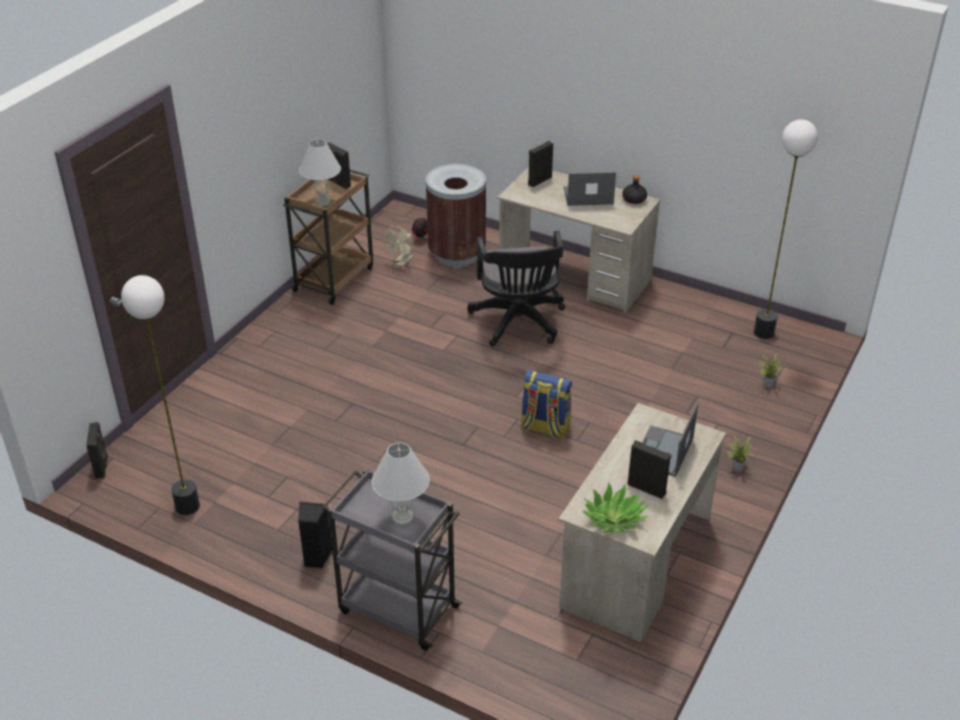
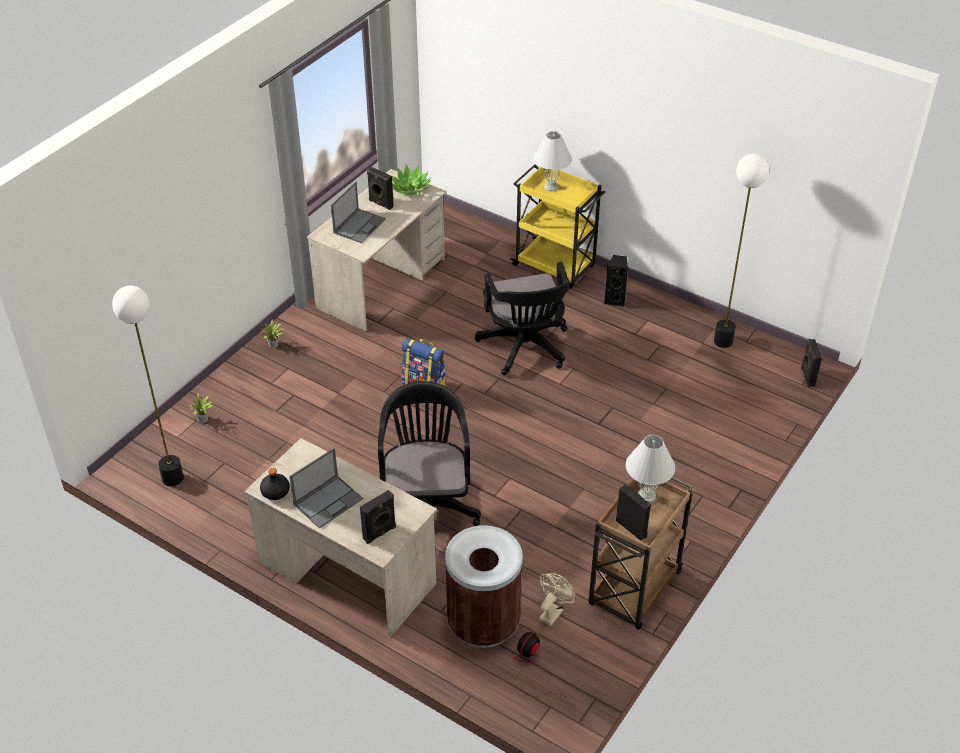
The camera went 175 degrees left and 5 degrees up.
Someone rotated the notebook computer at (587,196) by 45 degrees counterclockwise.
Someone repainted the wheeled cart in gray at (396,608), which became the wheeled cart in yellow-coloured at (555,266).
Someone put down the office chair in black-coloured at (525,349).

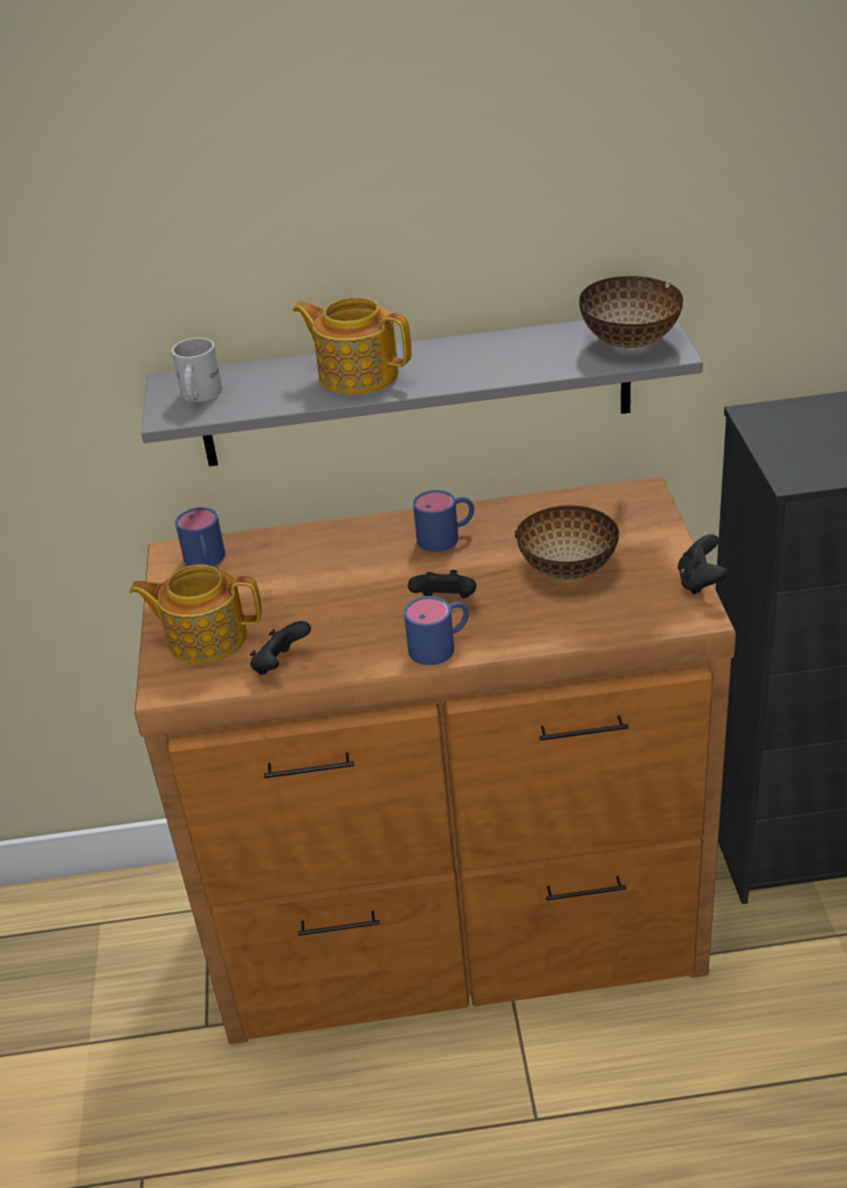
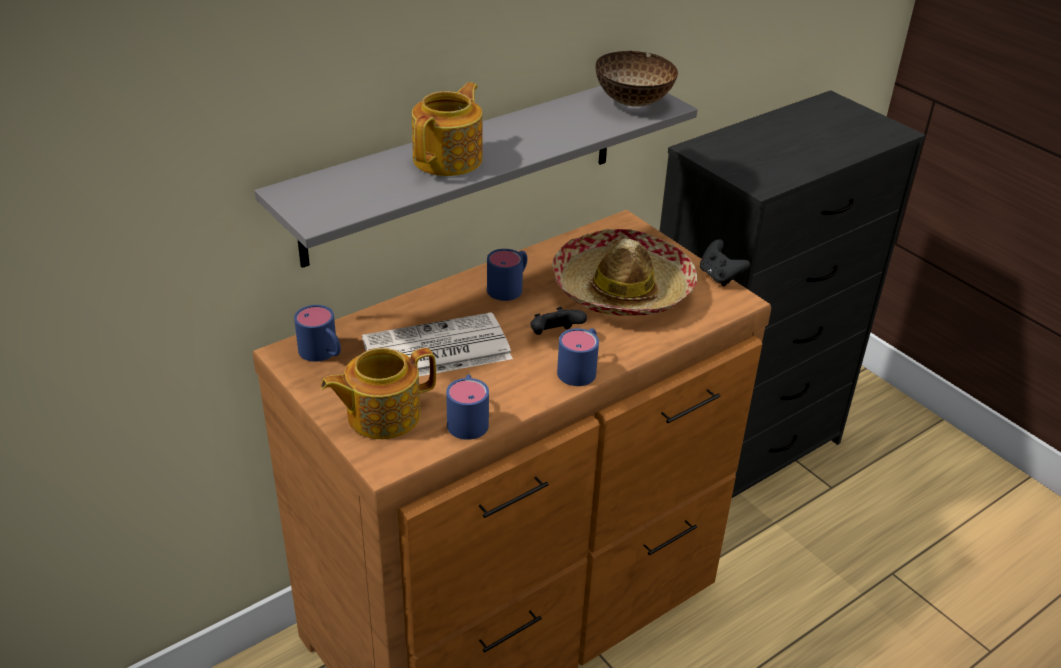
The camera went 35 degrees left and 0 degrees up.
Someone rotated the teapot at (357,374) by 120 degrees clockwise.
Someone took away the tea mug in whitish at (198,395).
Someone swapped the serving bowl at (569,569) for the hat at (622,289).
Someone swapped the joypad in black-coloured at (280,665) for the tea mug in bluish at (468,418).
Someone put down the daily paper at (435,350).

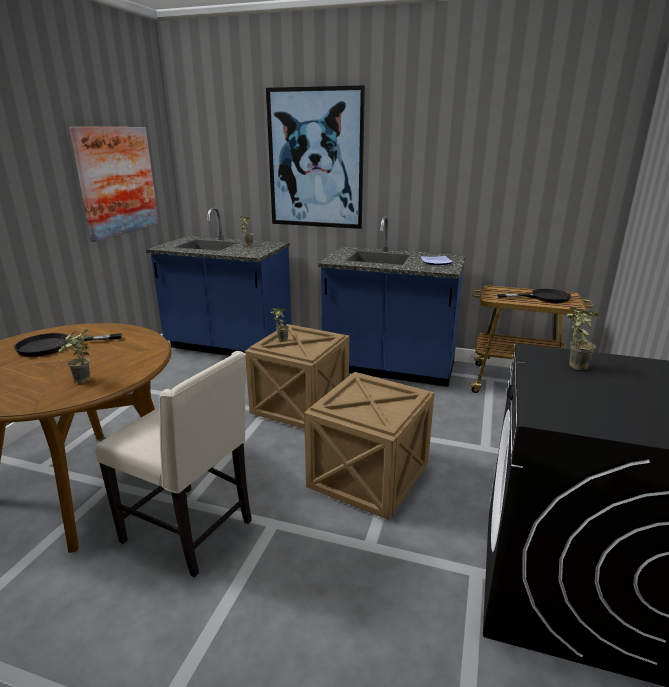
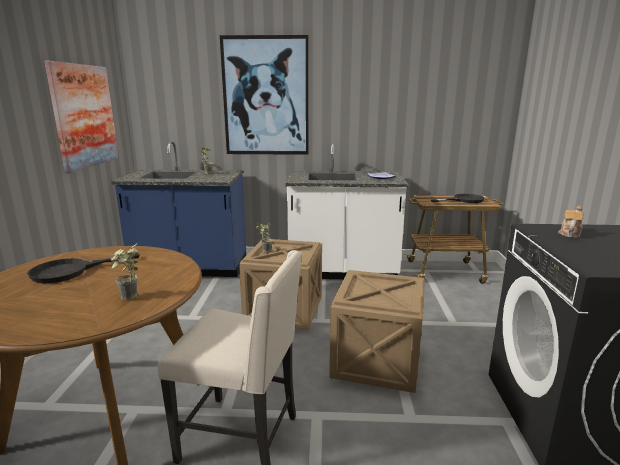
The camera went 15 degrees left and 5 degrees down.
Someone repainted the kitchen counter in bluish at (389,369), which became the kitchen counter in whitish at (342,272).
Someone swapped the houseplant at (572,365) for the teapot at (569,233).

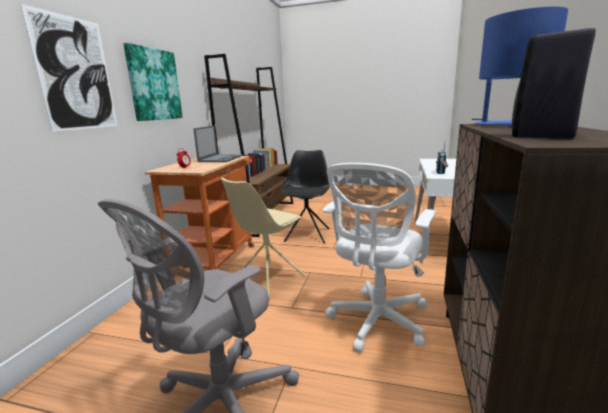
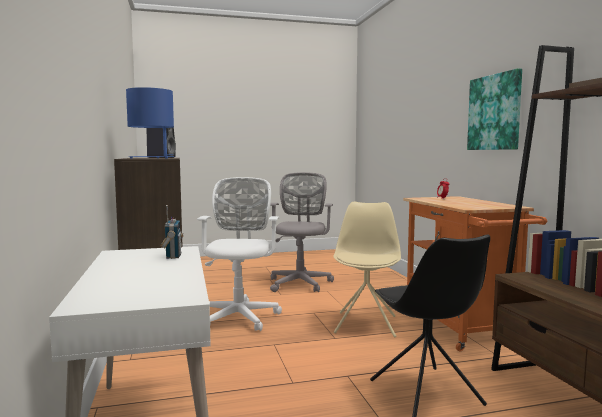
The camera went 150 degrees right and 10 degrees down.
Someone took away the picture at (76,74).
Someone took away the notebook computer at (221,158).

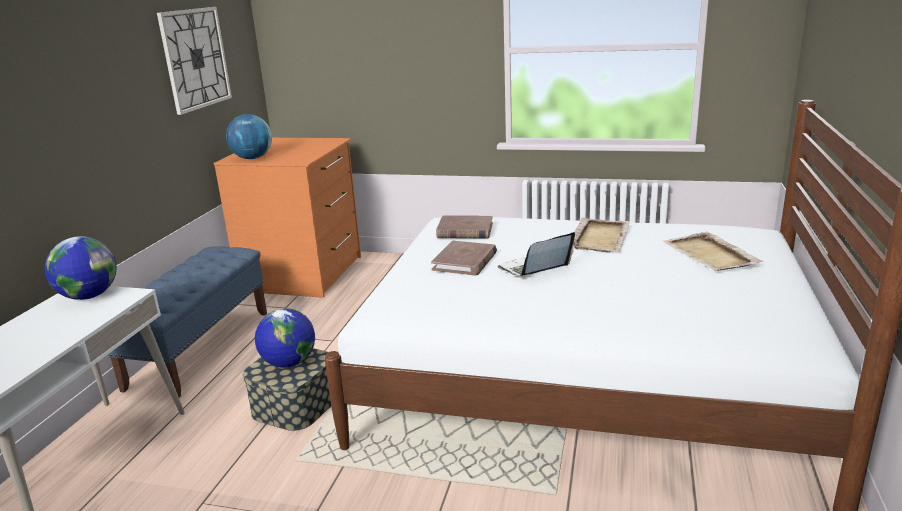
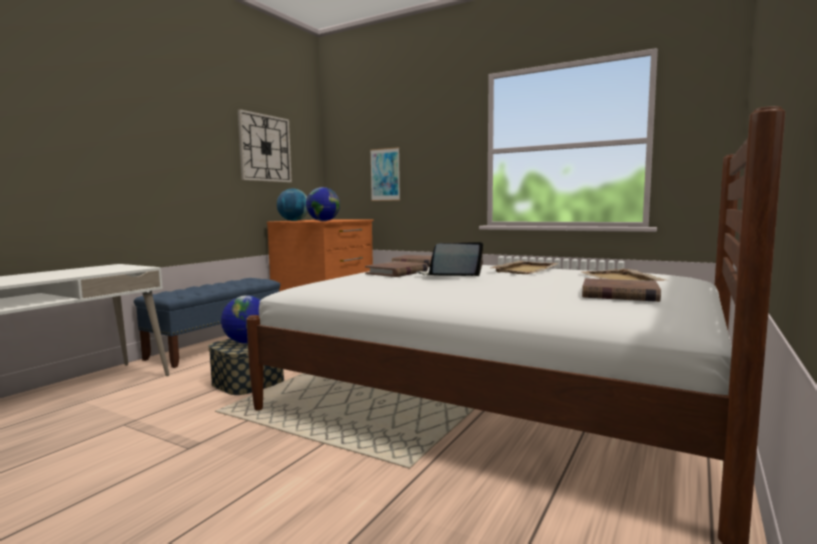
The camera went 15 degrees right and 15 degrees down.
Someone carried the desk globe from (89,296) to (323,221).
Someone put up the picture at (385,174).
Someone put down the volume in brownish at (619,294).

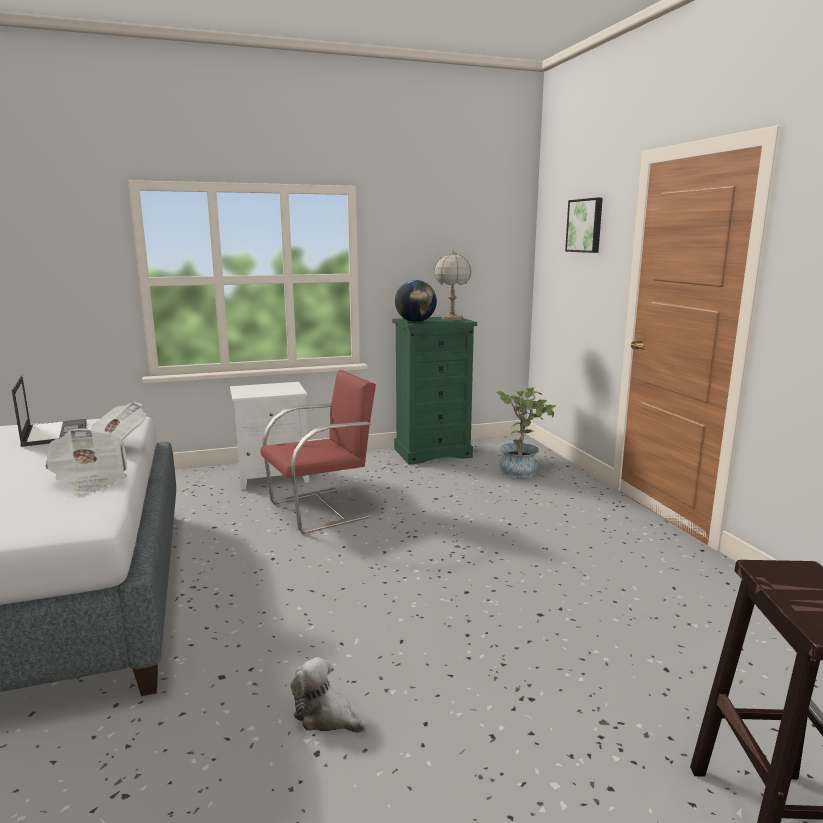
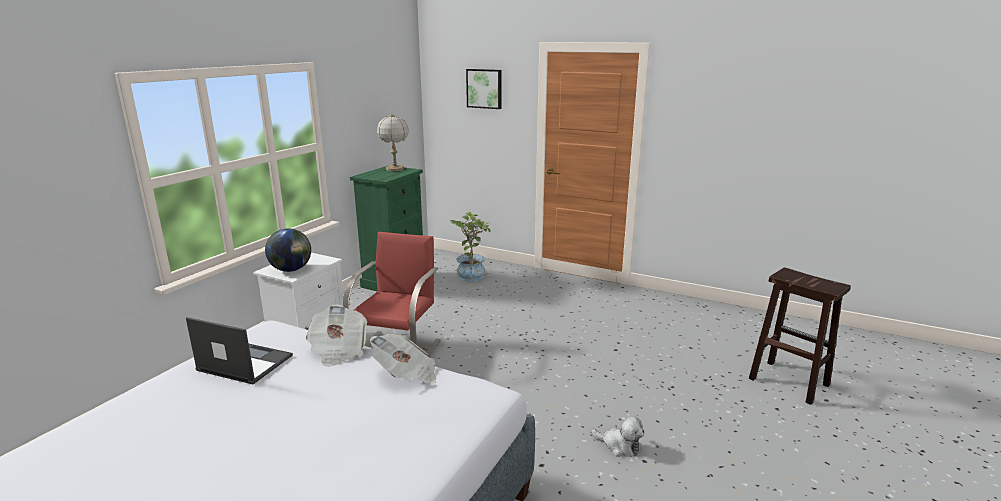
The camera went 45 degrees left and 5 degrees up.
Someone carried the desk globe from (416,322) to (291,270).
Someone rotated the plush toy at (326,716) by 135 degrees counterclockwise.

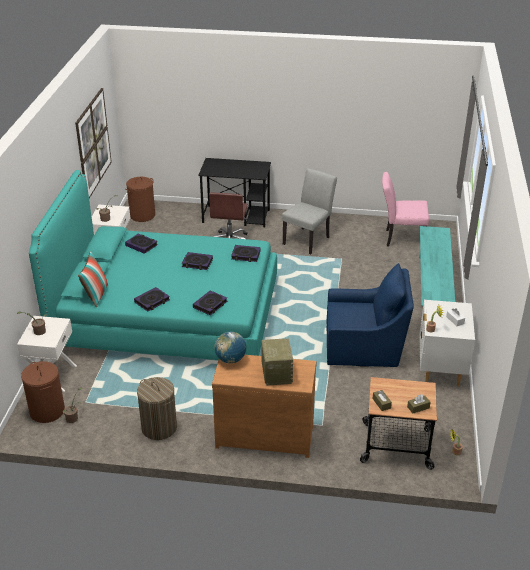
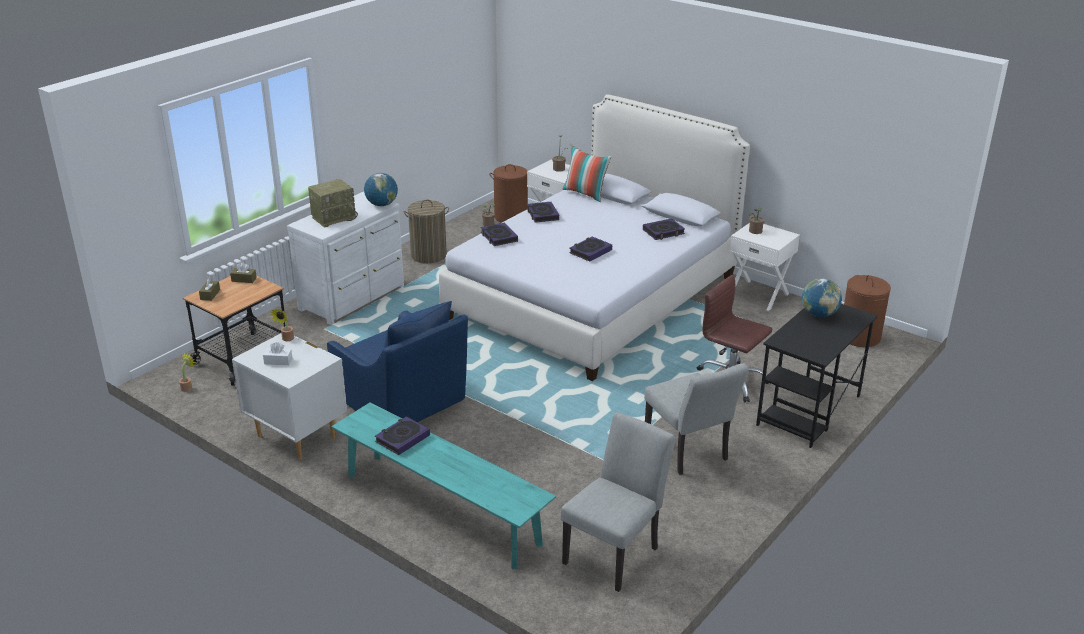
The camera went 120 degrees right and 5 degrees down.
Someone took away the picture at (93,143).
Someone repainted the bedroom bed in blue-green at (167,318), which became the bedroom bed in whitish at (593,297).
Someone repainted the plain chair in pinkish at (401,238), which became the plain chair in gray at (615,552).
Someone carried the volume from (245,255) to (402,438).
Someone rotated the armchair in bluish at (365,346) by 75 degrees counterclockwise.
Someone rotated the radio at (276,373) by 60 degrees counterclockwise.
Someone repainted the chest of drawers in brownish at (264,434), which became the chest of drawers in whitish at (354,298).
Someone put down the desk globe at (819,314).

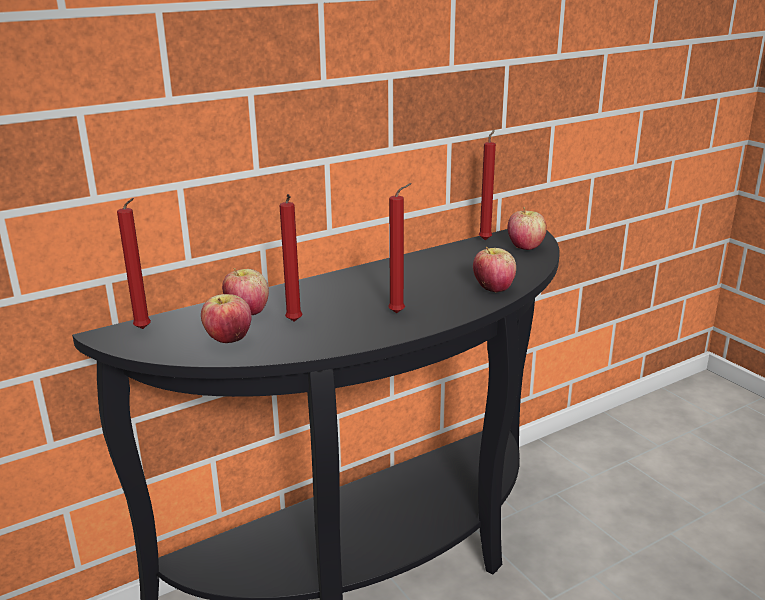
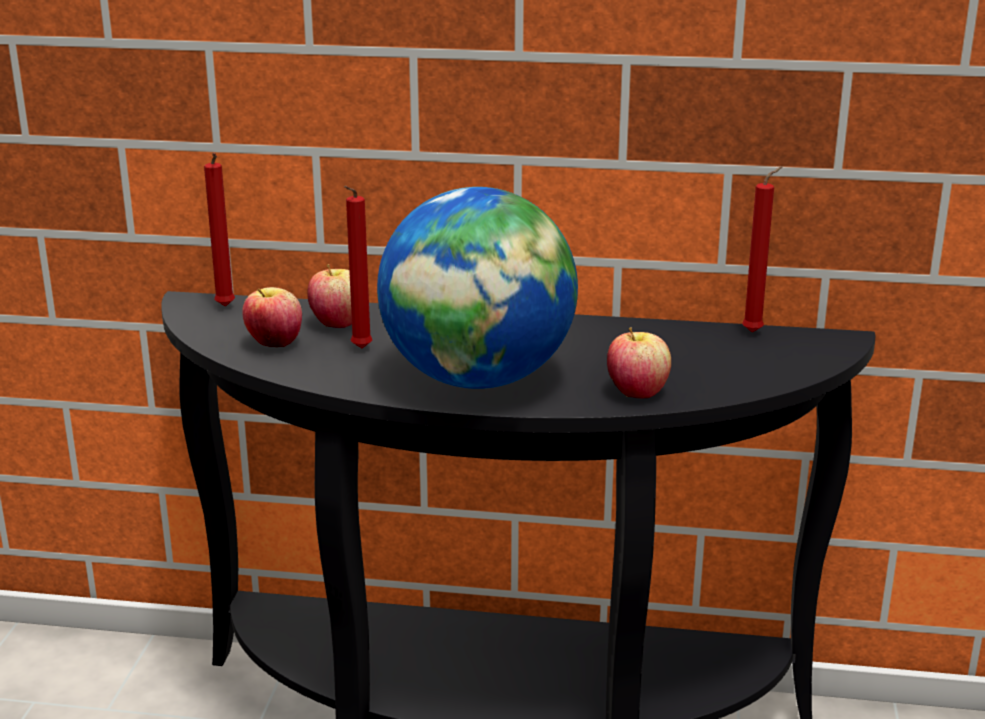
The camera went 40 degrees right and 0 degrees up.
Someone swapped the wax light in red at (399,313) for the desk globe at (478,379).
Someone took away the whole apple at (525,247).

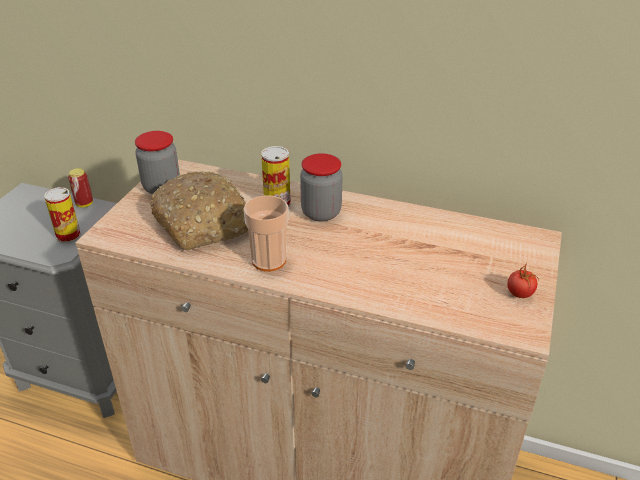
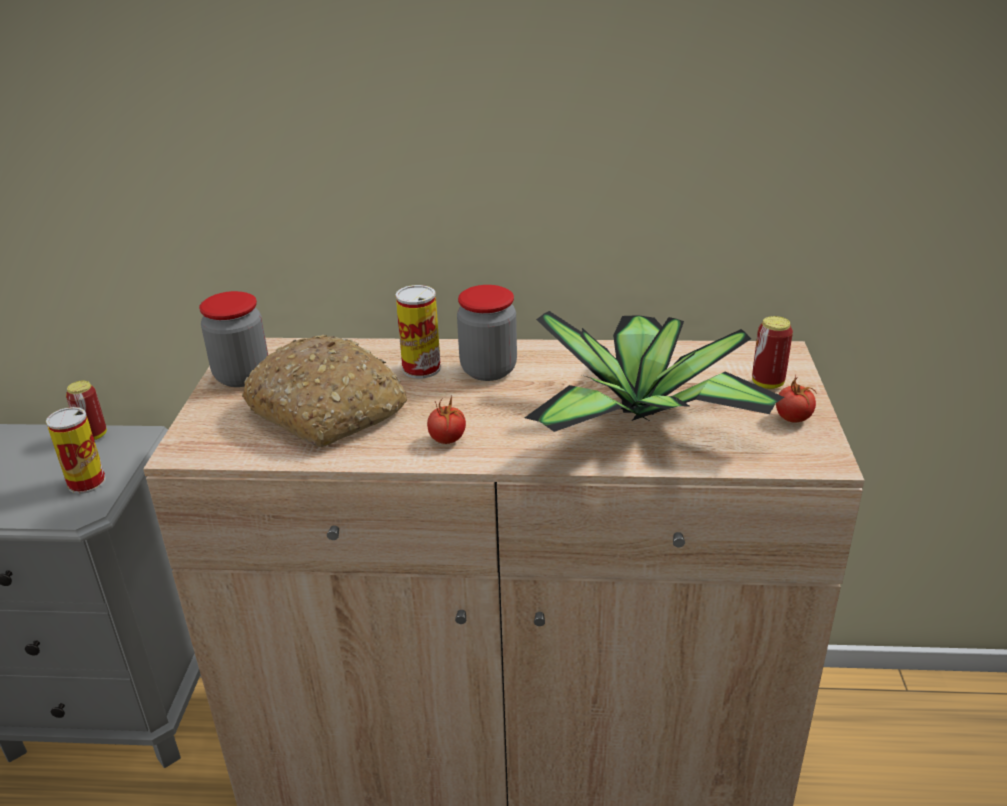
The camera went 15 degrees left and 5 degrees down.
Someone swapped the drinking cup at (269,261) for the tomato at (447,440).
Someone put down the houseplant at (643,416).
Someone put down the sealed can at (767,383).

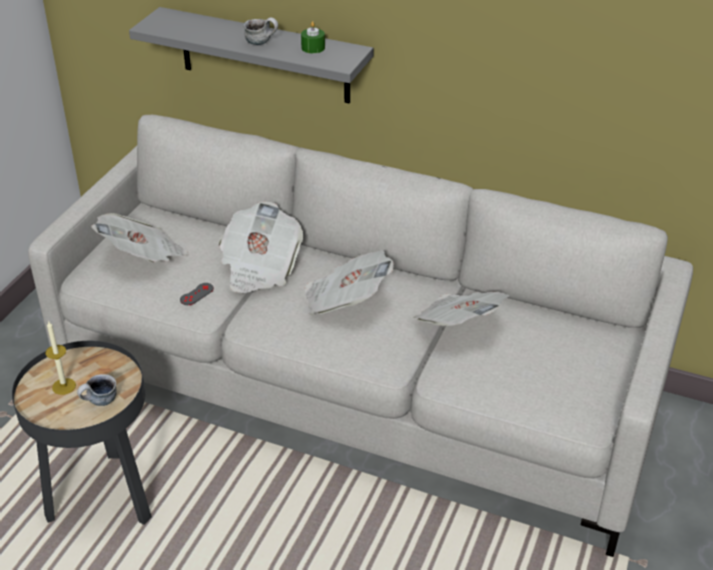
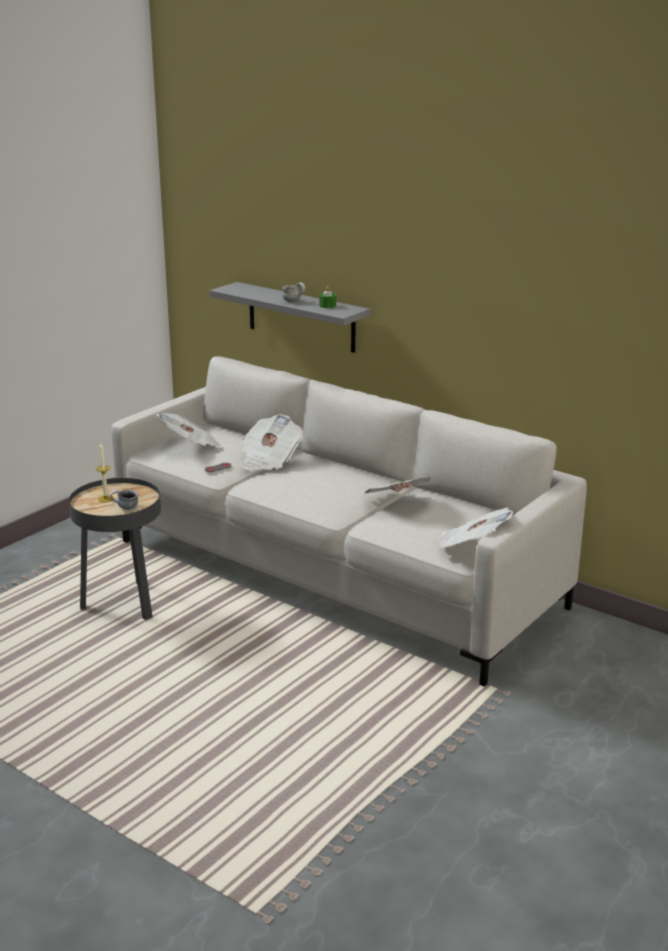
The camera went 15 degrees right and 15 degrees down.
Someone carried the daily paper from (345,301) to (471,546).

